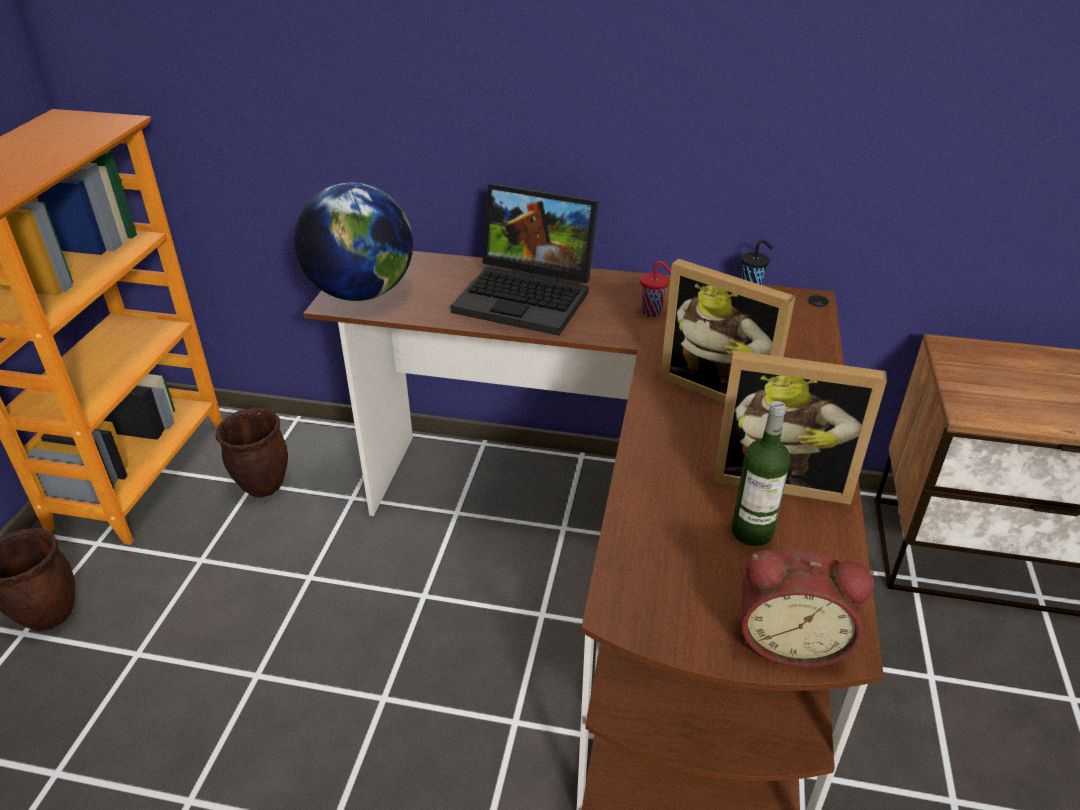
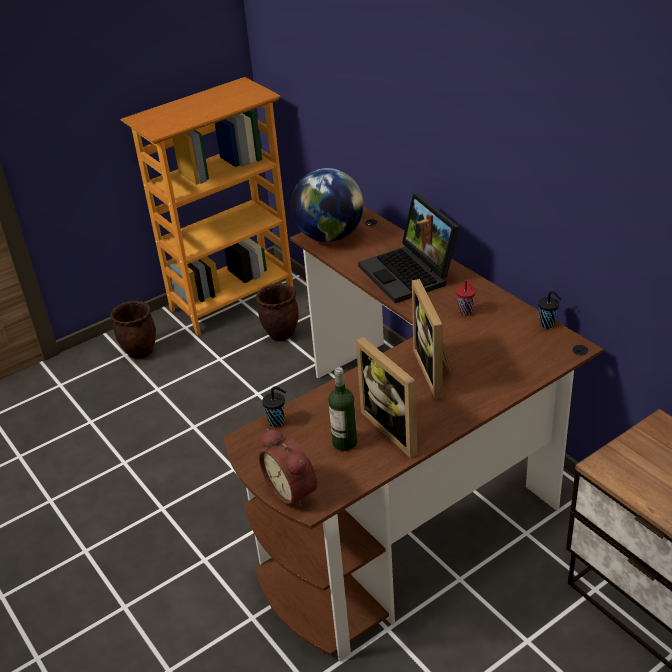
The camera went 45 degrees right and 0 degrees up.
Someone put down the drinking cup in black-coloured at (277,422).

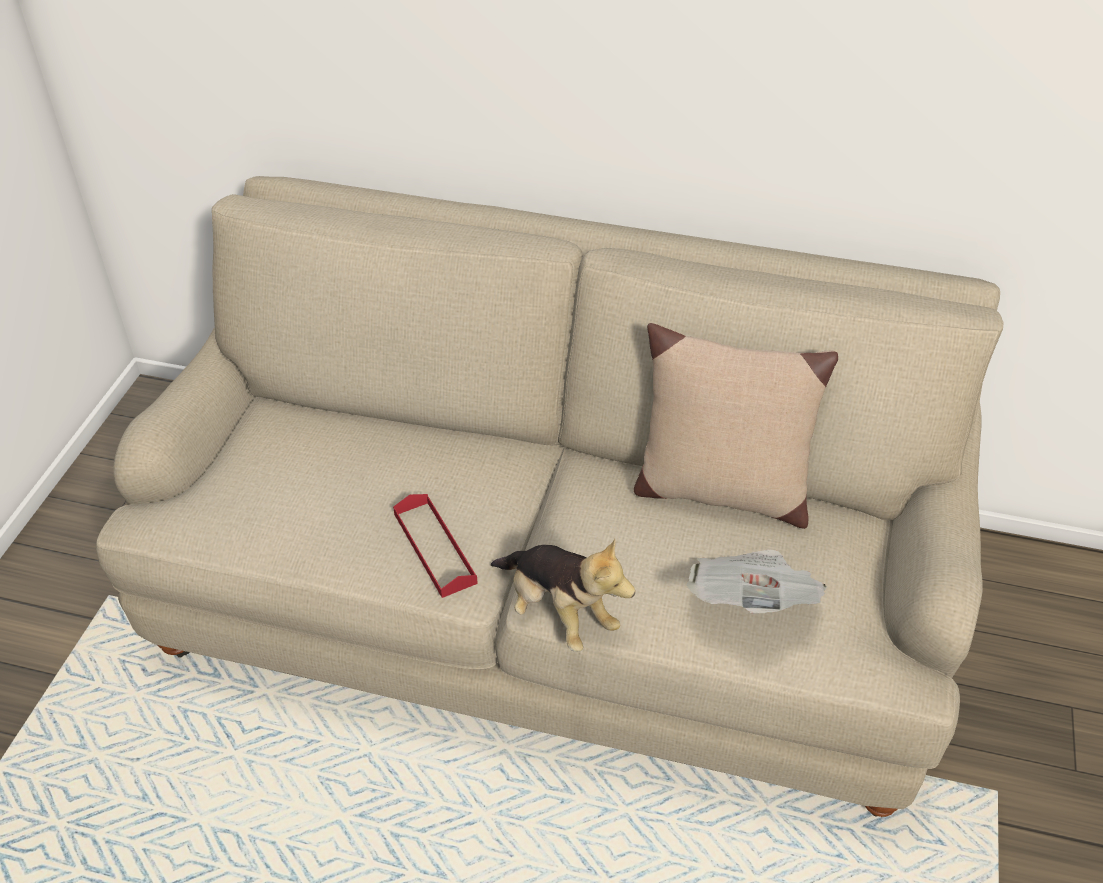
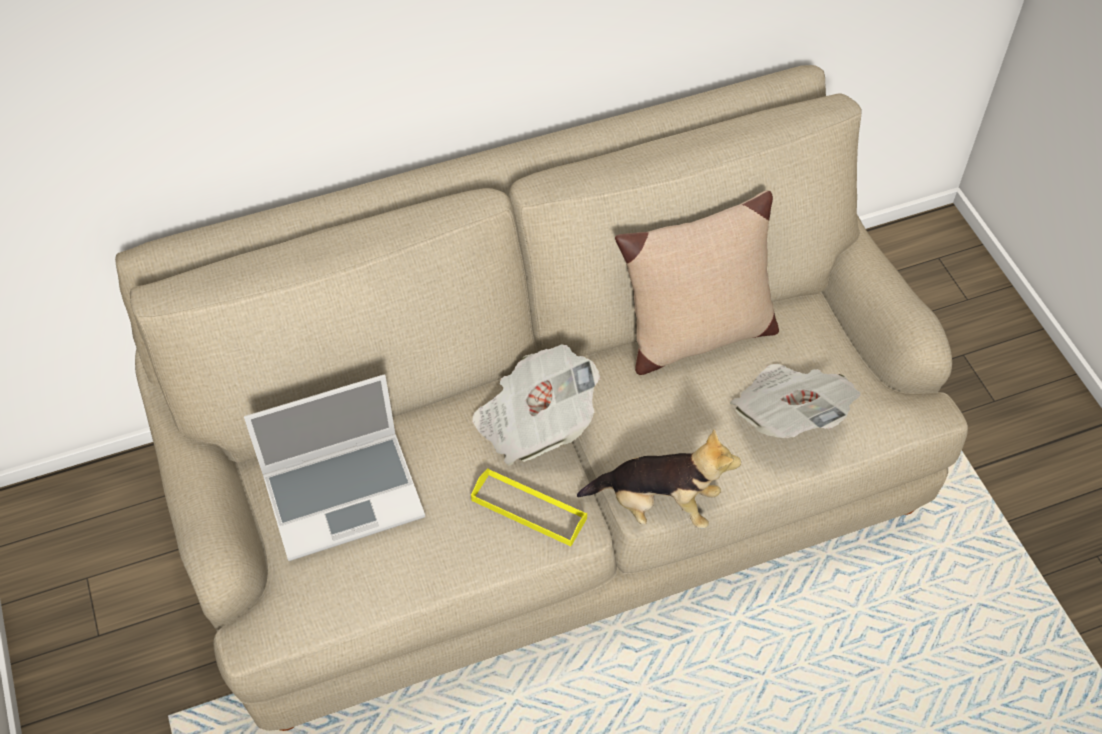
The camera went 35 degrees left and 10 degrees up.
Someone repainted the carrying tray in red at (434,548), which became the carrying tray in yellow-coloured at (529,509).
Someone put down the daily paper at (535,422).
Someone put down the notebook computer at (345,494).

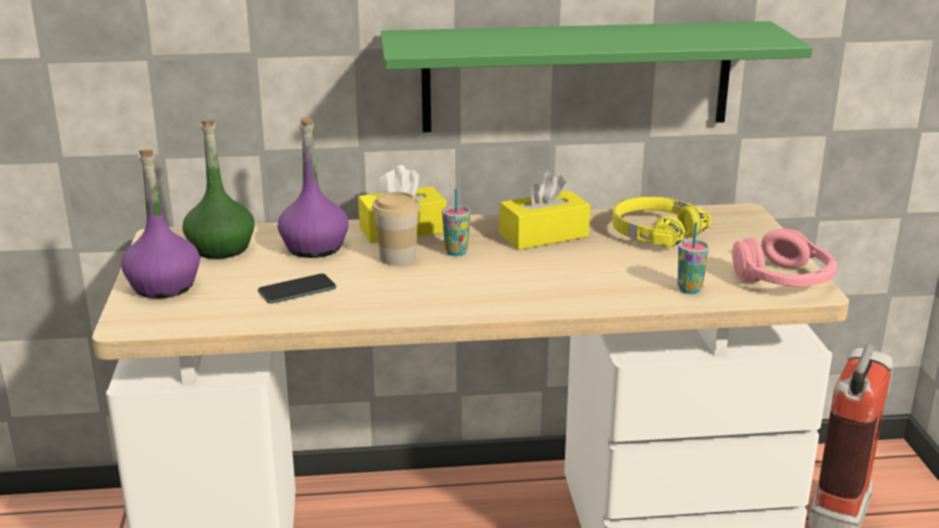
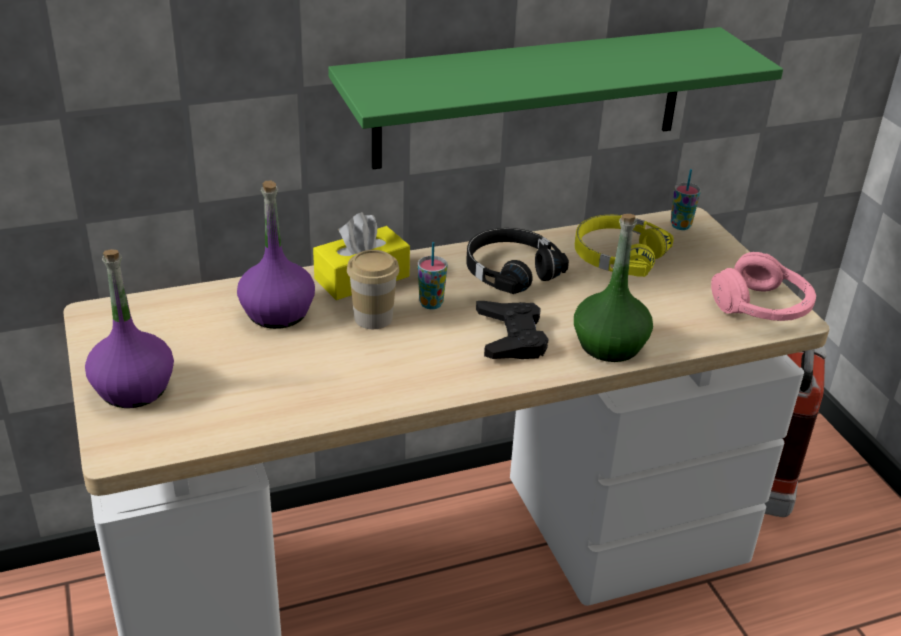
The camera went 15 degrees left and 10 degrees up.
Someone carried the bottle in green-coloured from (220,248) to (609,345).
Someone swapped the tissue holder in yellow-coloured at (543,235) for the pair of headphones in black-coloured at (510,271).
Someone carried the drinking cup from (689,289) to (680,226).
Someone took away the phone at (297,290).
Someone put down the joypad in black-coloured at (511,337).

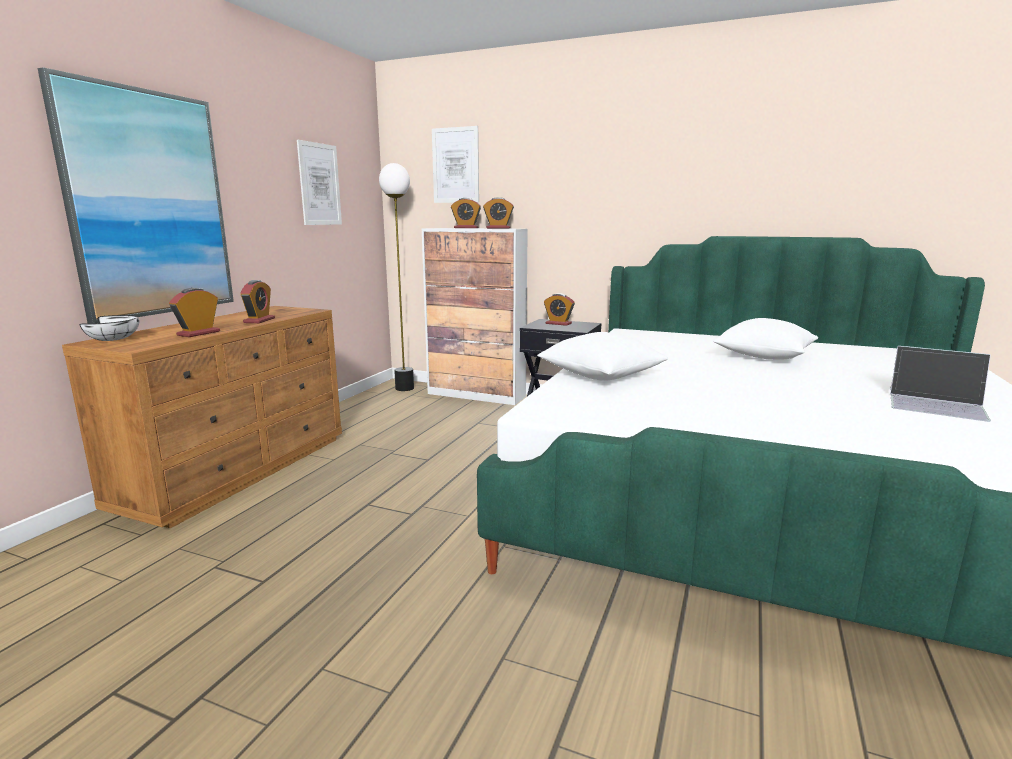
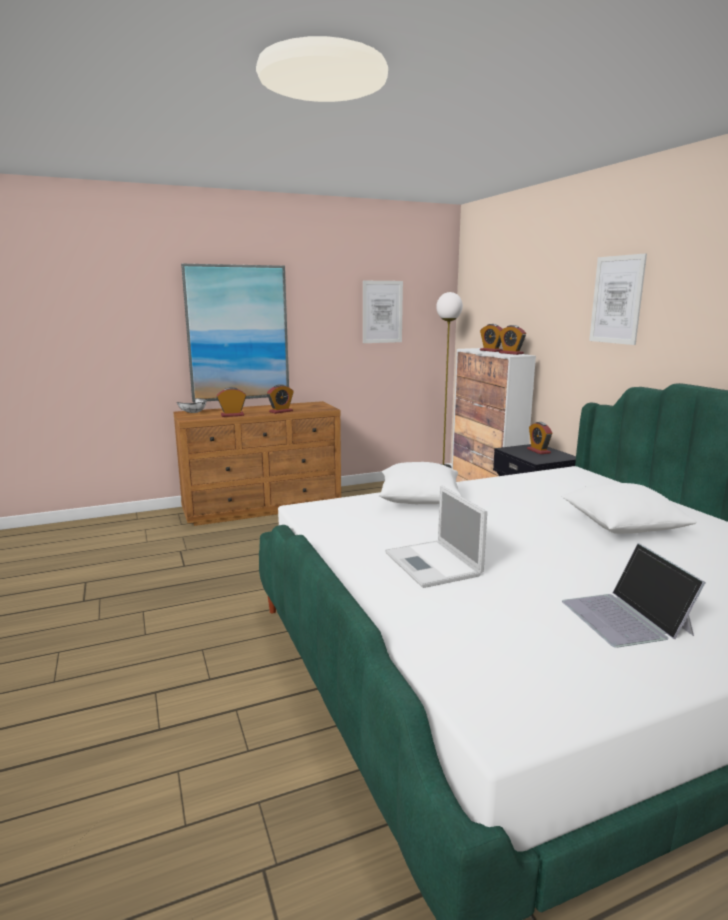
The camera went 45 degrees right and 0 degrees up.
Someone carried the picture from (455,165) to (617,300).
Someone put down the notebook computer at (433,564).

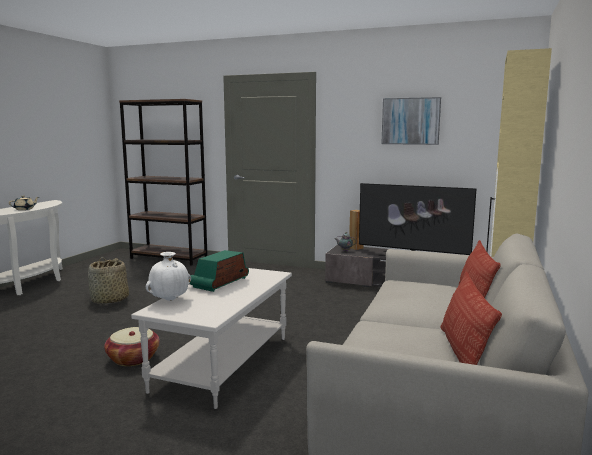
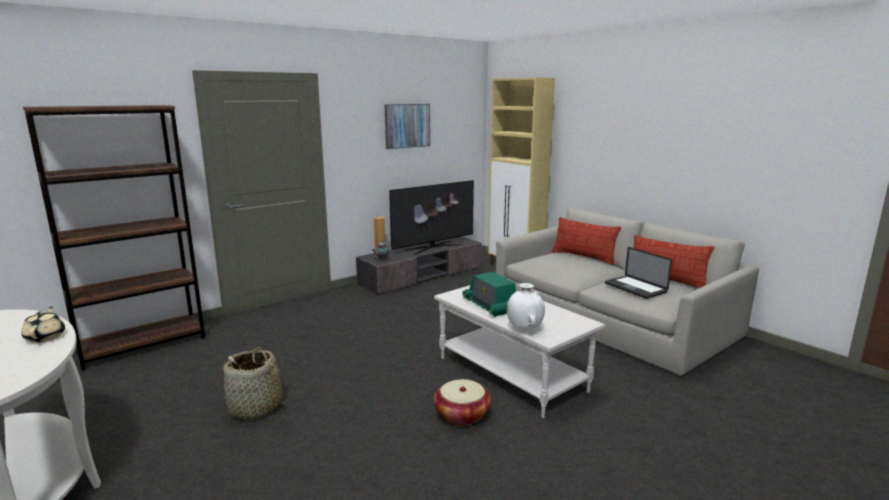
The camera went 60 degrees left and 5 degrees up.
Someone put down the notebook computer at (635,288).

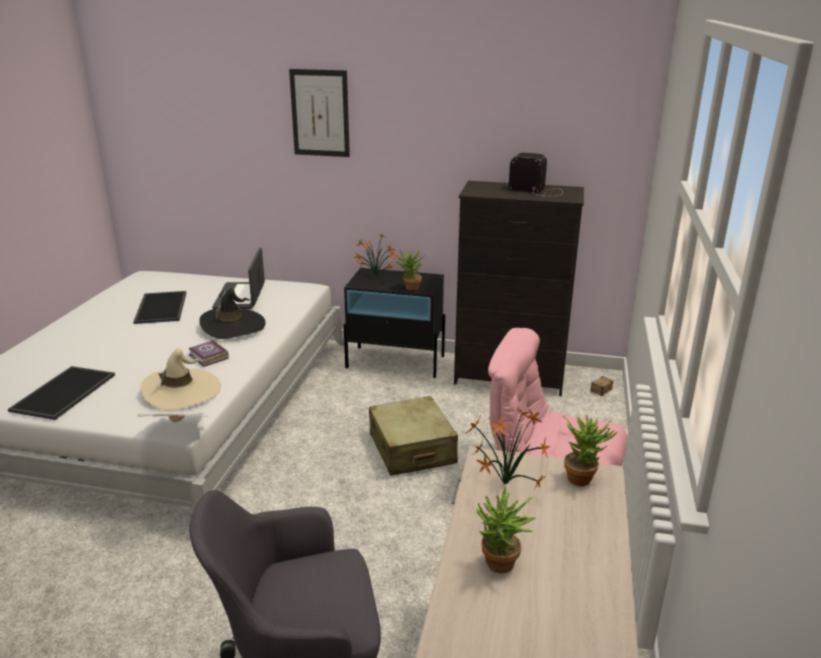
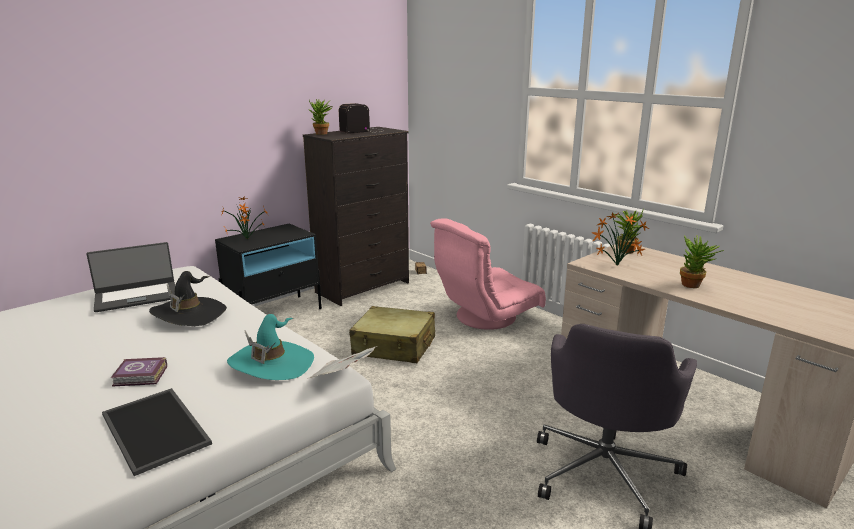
The camera went 55 degrees left and 5 degrees down.
Someone took away the picture at (320,113).
Someone rotated the notebook computer at (240,296) by 60 degrees counterclockwise.
Someone carried the houseplant from (410,289) to (321,134).
Someone took away the carrying tray at (160,307).
Someone carried the volume from (208,357) to (141,376).
Someone repainted the hat in beige-coloured at (182,391), which became the hat in blue-green at (272,364).

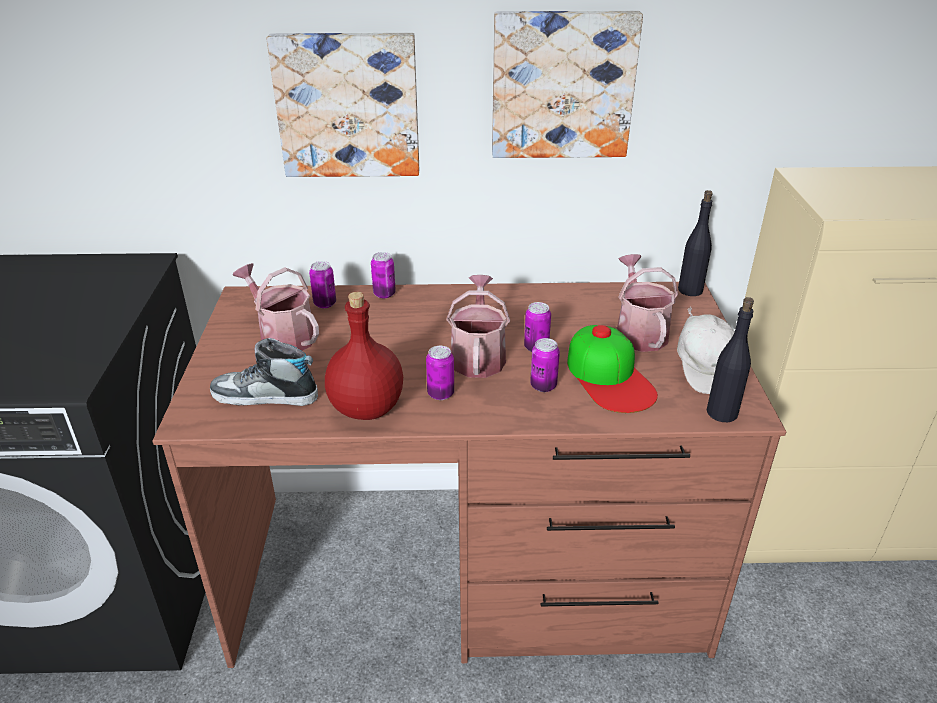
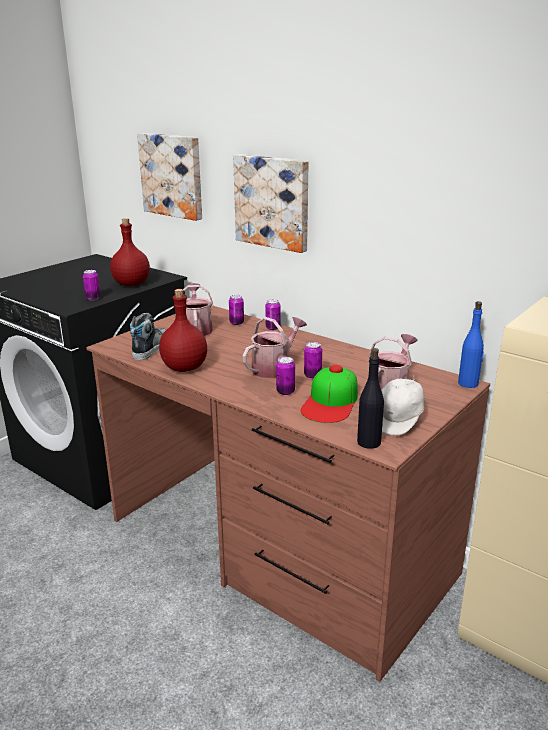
The camera went 40 degrees right and 10 degrees down.
Someone carried the picture from (562,84) to (173,175).
Someone repainted the bottle in black-coloured at (690,290), which became the bottle in bluish at (468,383).
Someone rotated the shoe at (265,396) by 60 degrees clockwise.
Someone carried the sealed can from (440,394) to (93,298).
Someone put down the bottle in red at (132,284).

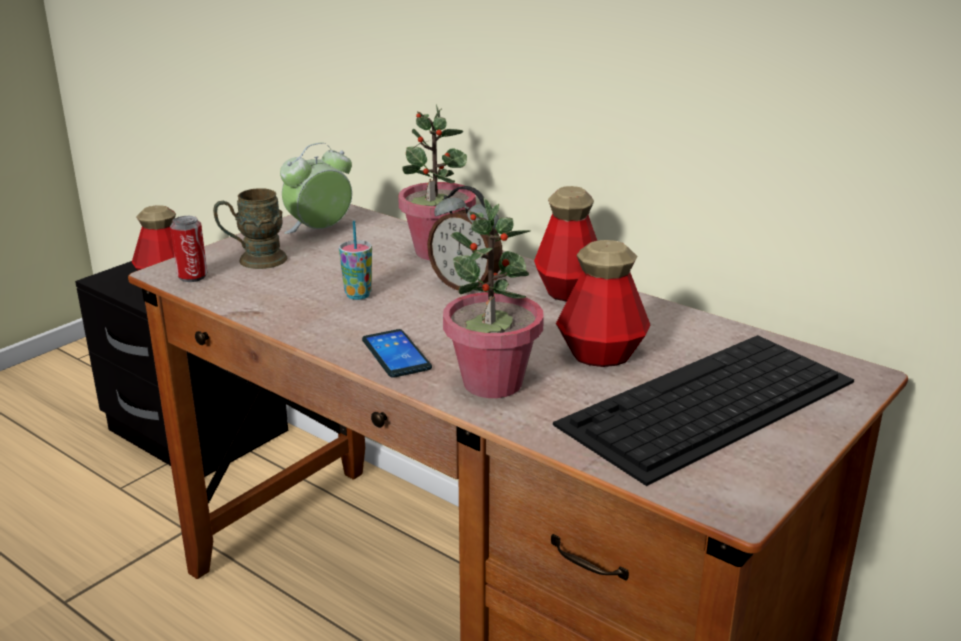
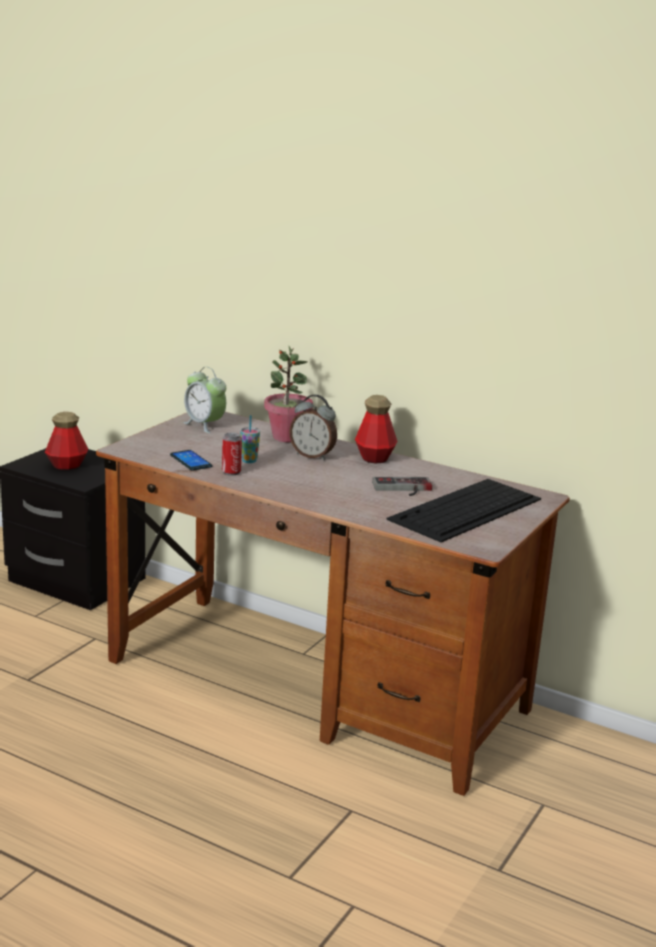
The camera went 10 degrees left and 5 degrees down.
Someone rotated the bedside clock at (319,231) by 90 degrees counterclockwise.
Someone took away the tea mug in brownish at (253,261).
Someone took away the houseplant at (492,383).
Someone carried the sealed can from (192,277) to (231,472).
Someone swapped the bottle at (601,355) for the joypad at (403,489).
Someone carried the phone from (396,354) to (190,461).

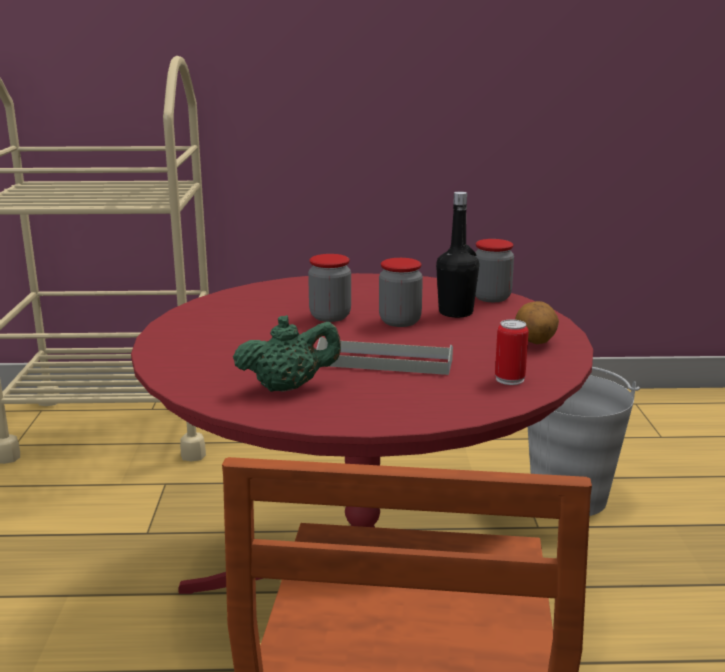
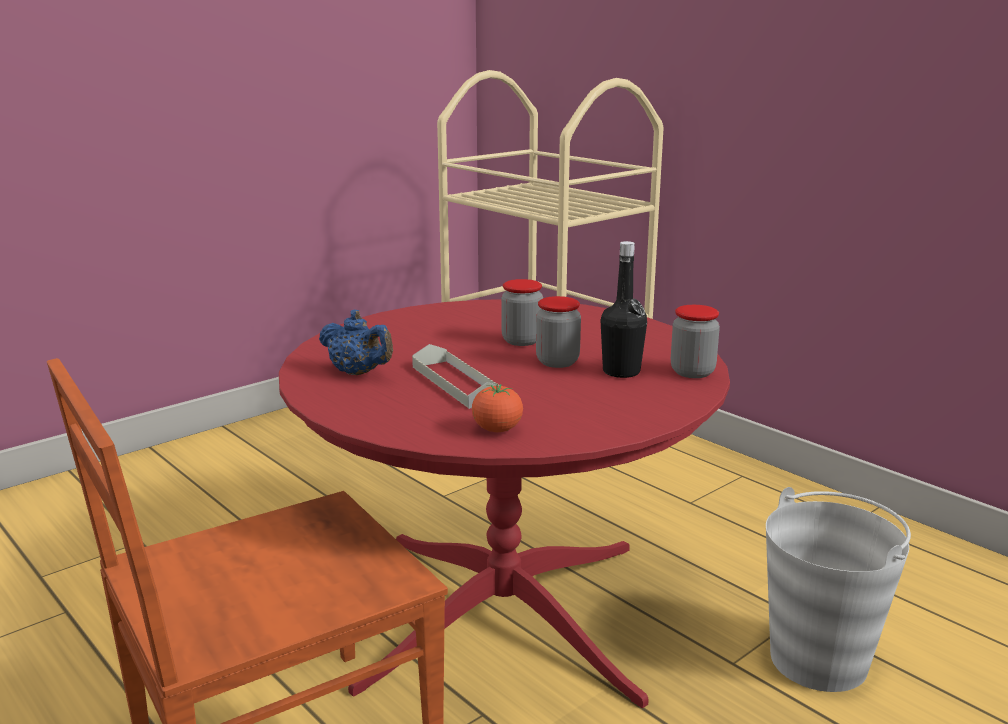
The camera went 50 degrees right and 0 degrees up.
Someone took away the whole potato at (534,342).
Someone repainted the teapot in green-coloured at (288,387), which became the teapot in bluish at (358,373).
Someone swapped the sealed can at (509,379) for the tomato at (497,430).

